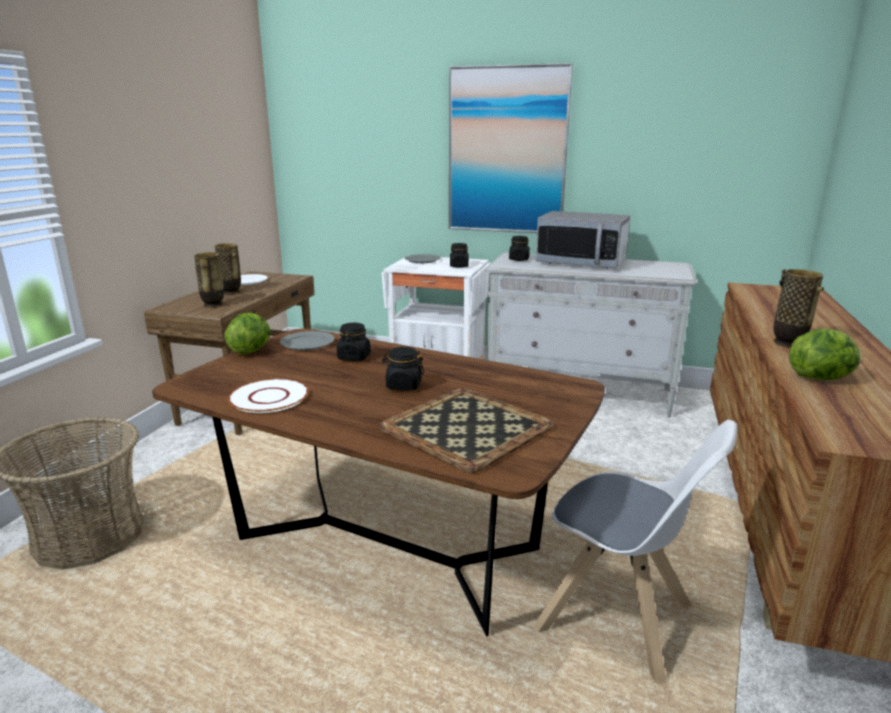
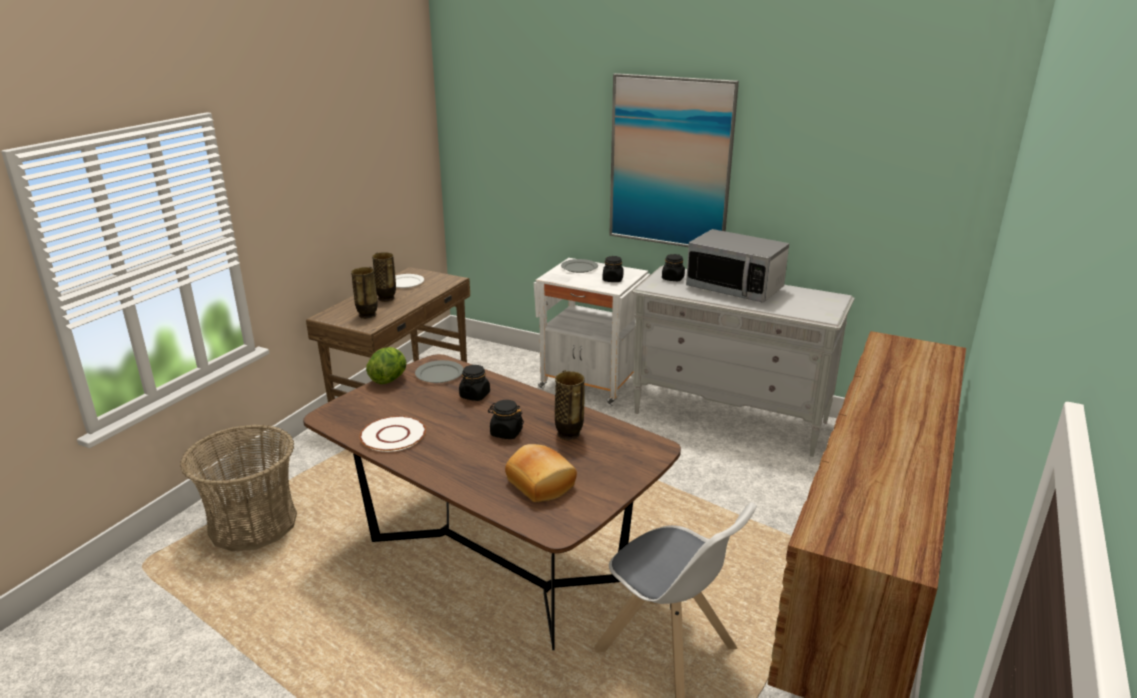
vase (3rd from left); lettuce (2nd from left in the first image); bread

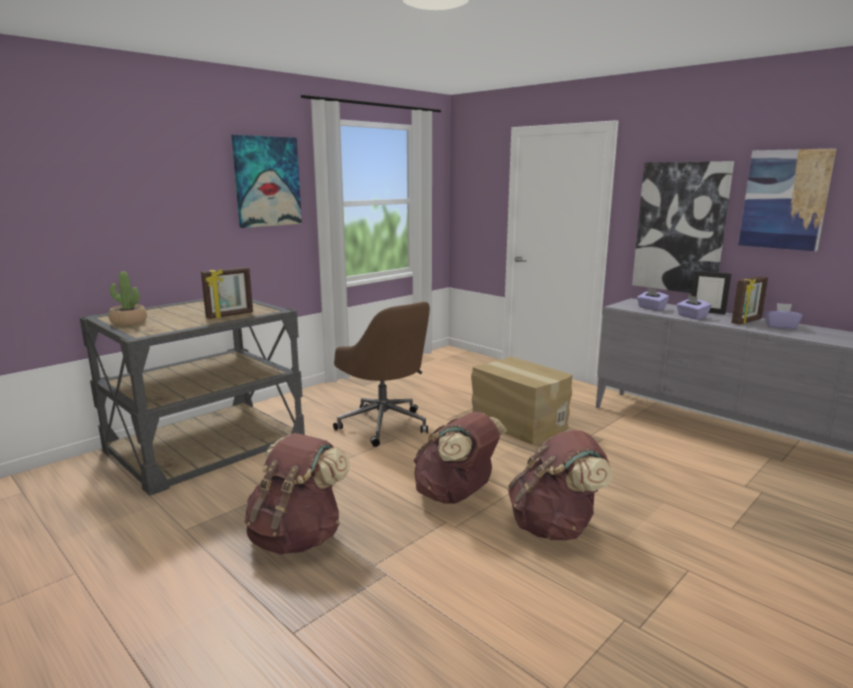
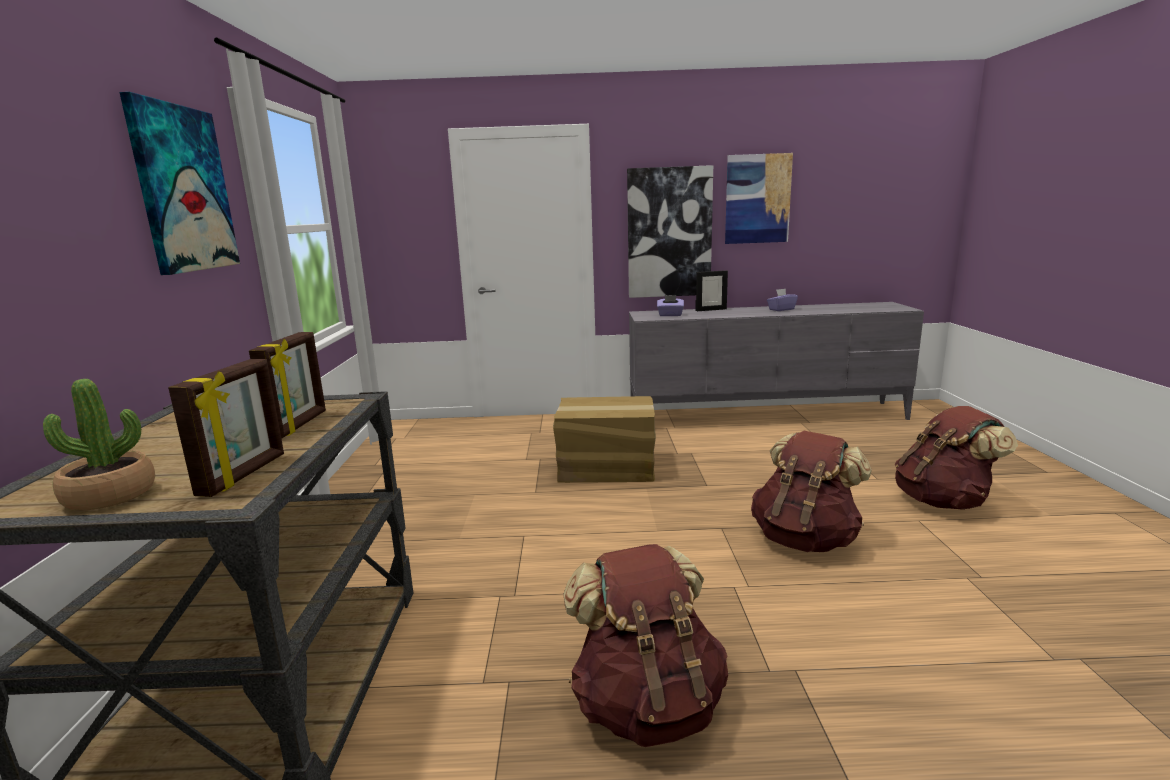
picture frame (1st from left); tissue box (purple) (2nd from left in the first image); office chair (brown); backpack (brown) (3rd from left)

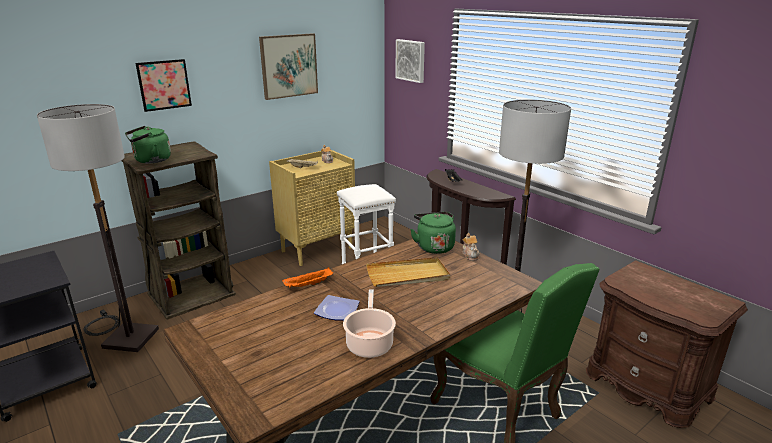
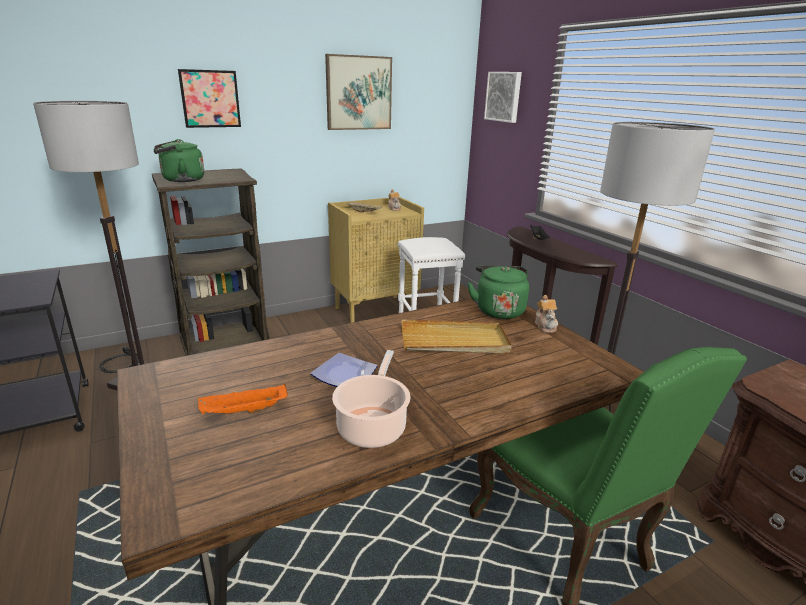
tray (orange)

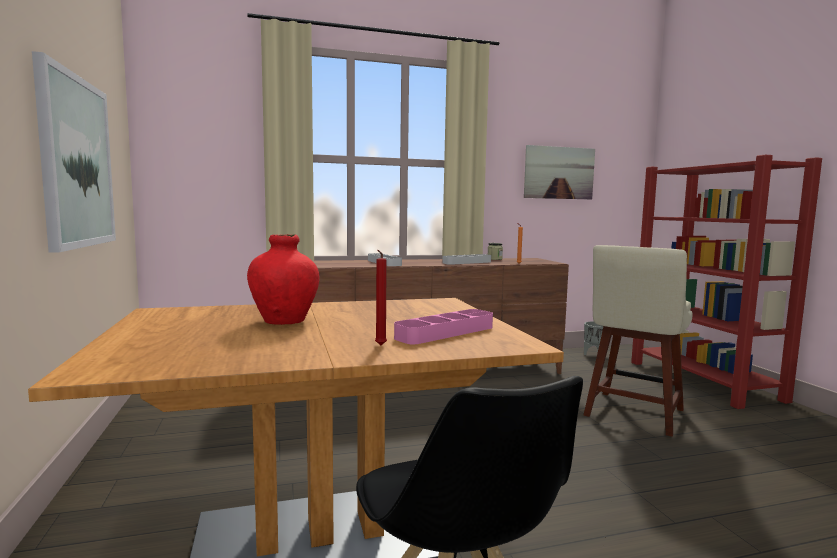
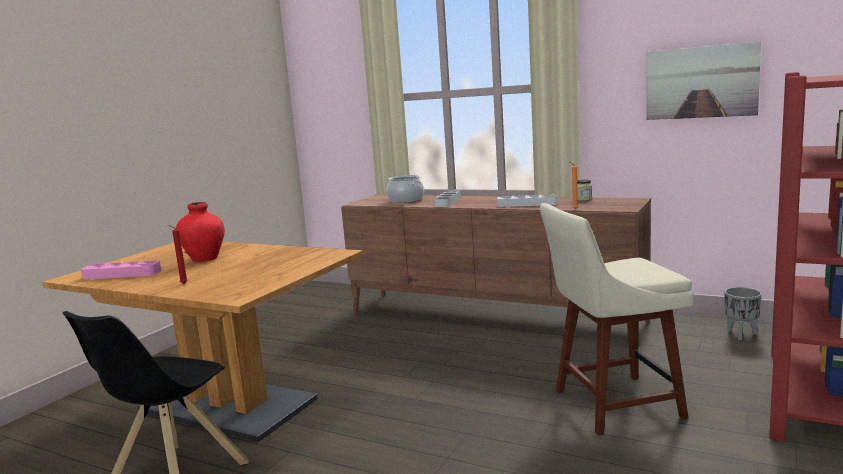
picture (1st from left in the first image); tray (pink); cooking pot

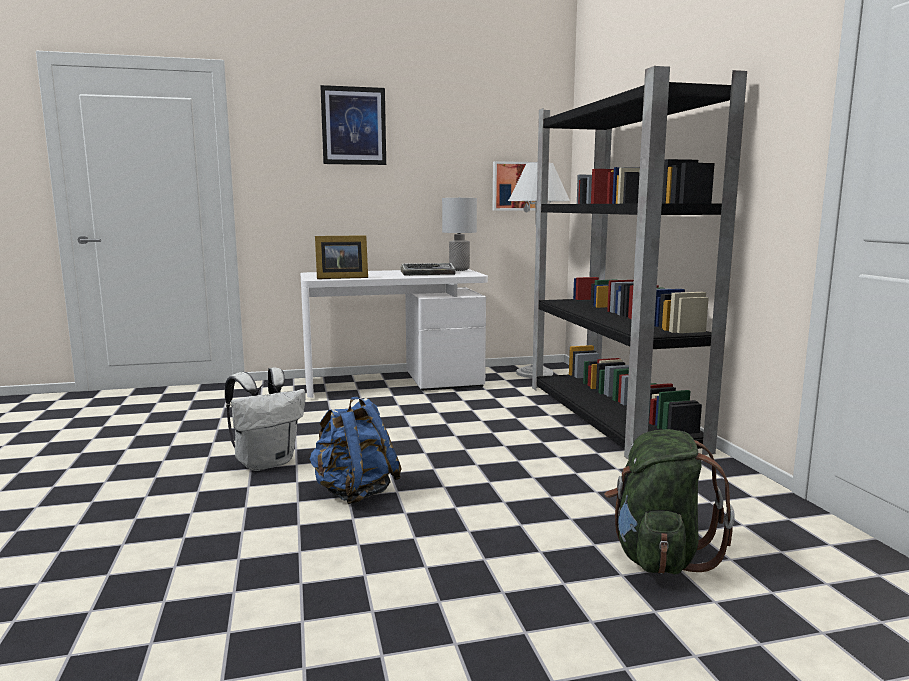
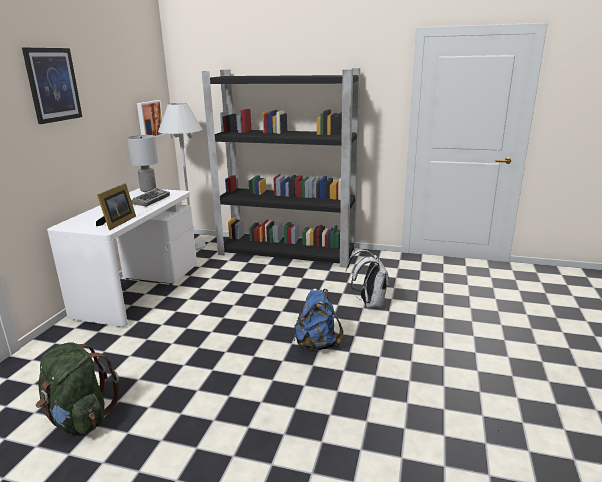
backpack (white); backpack (green)

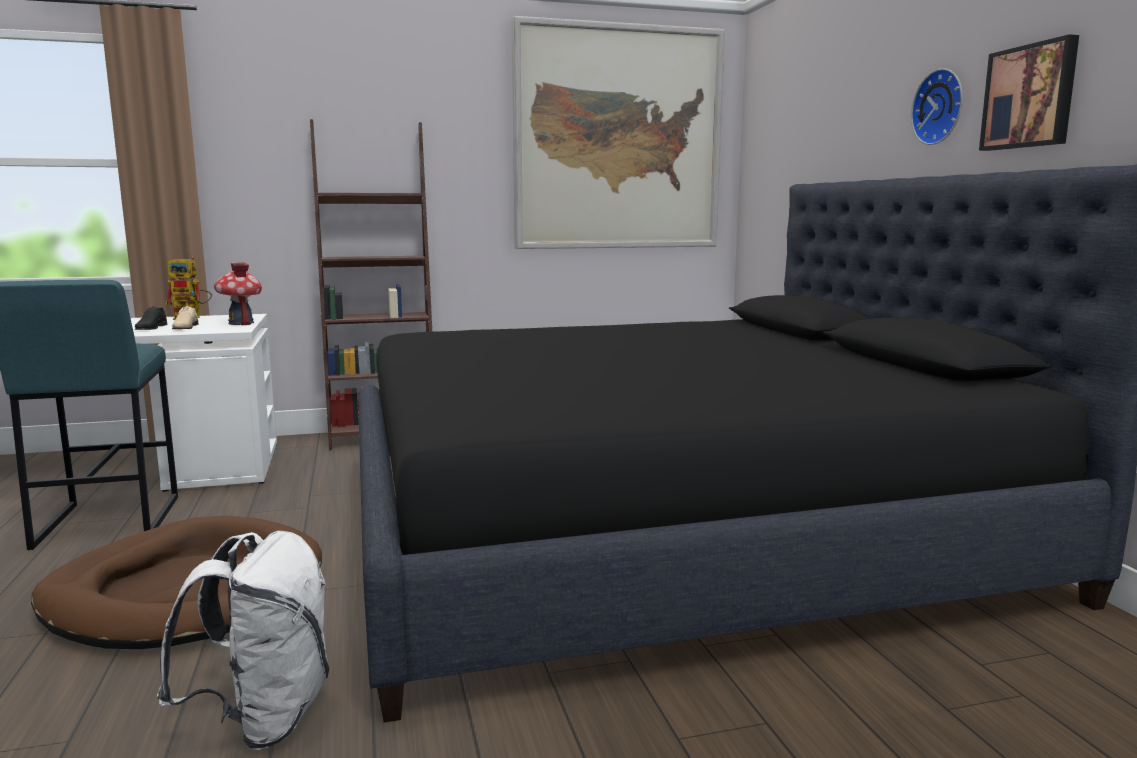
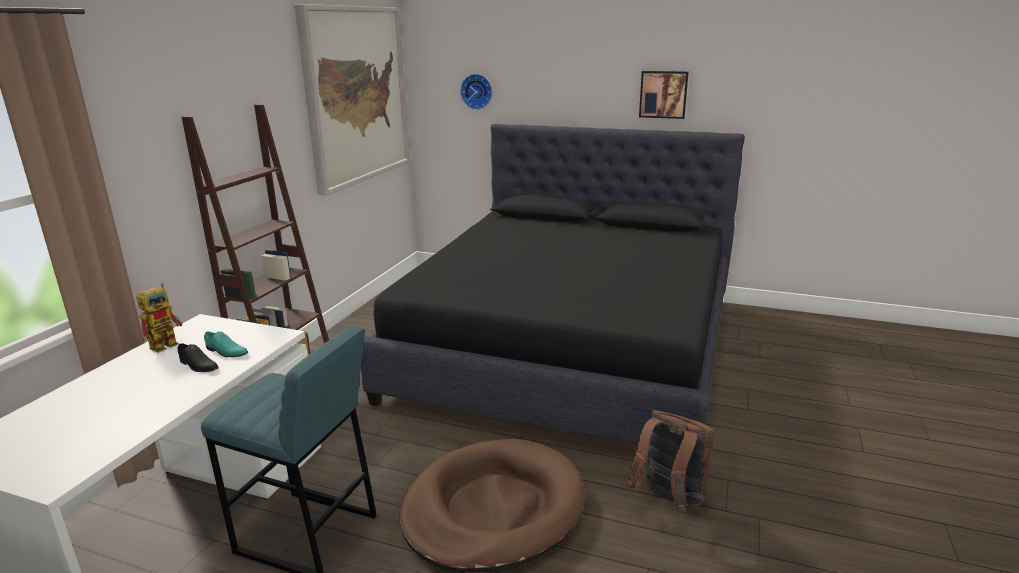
wall clock; toy house; shoe (turquoise); backpack (brown)

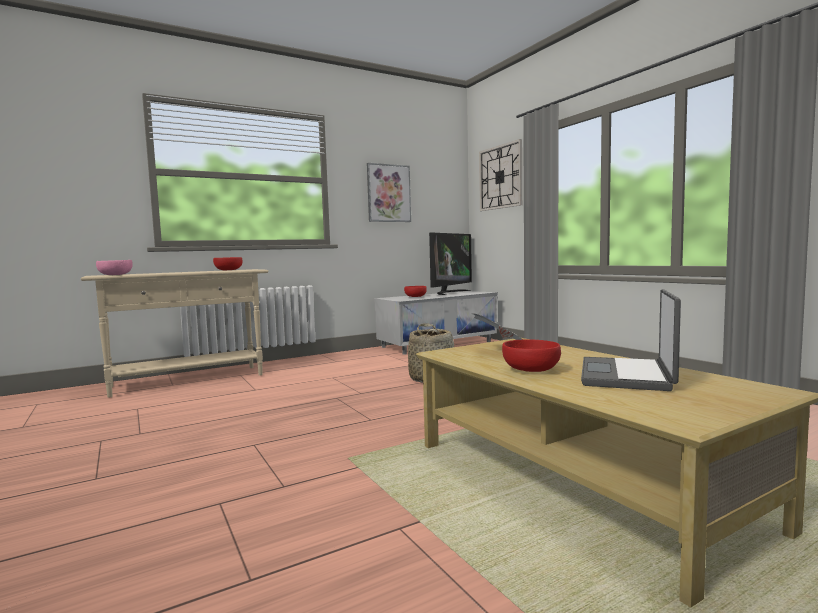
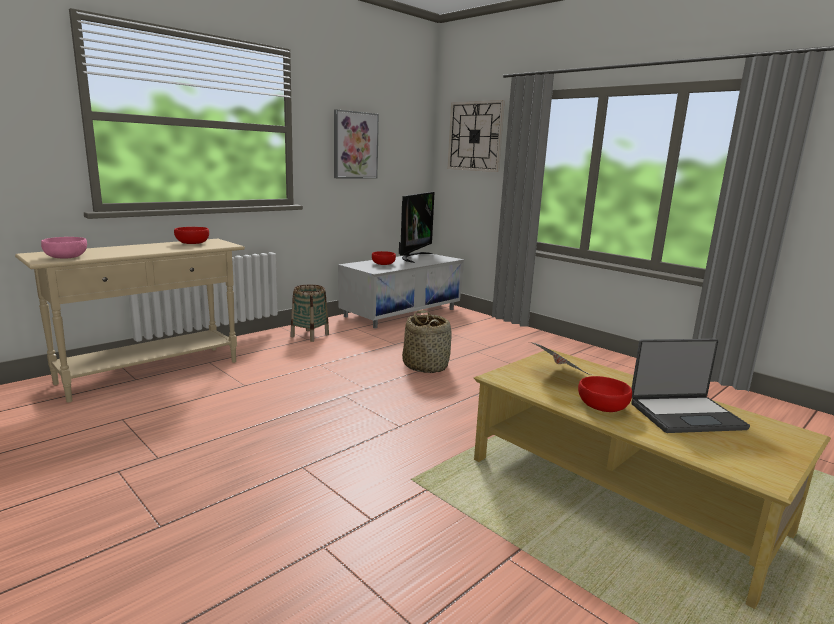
laptop; basket (1st from left)

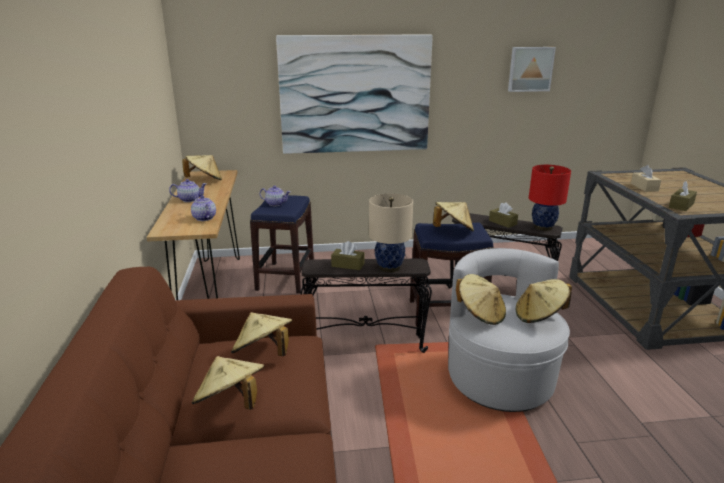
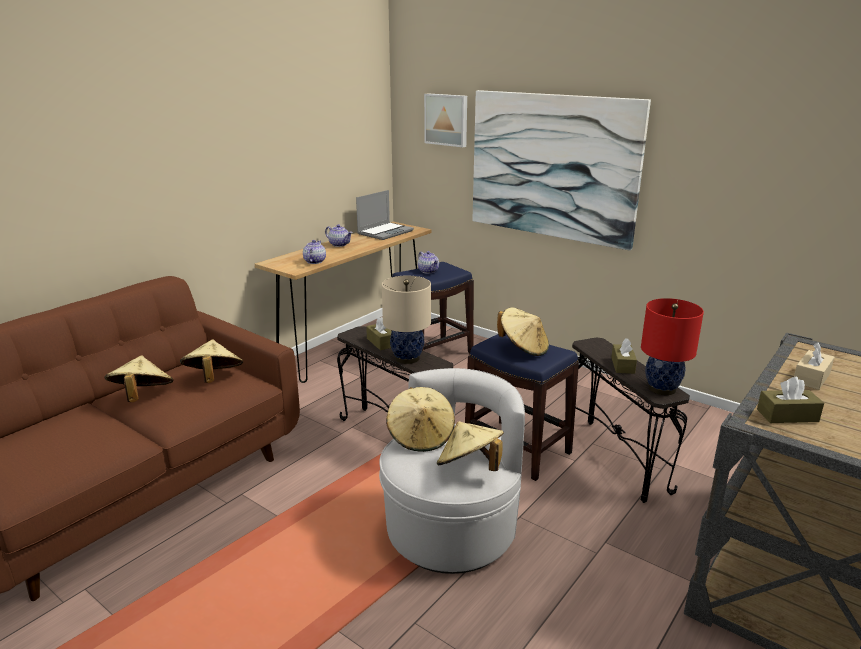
picture (1st from left); laptop

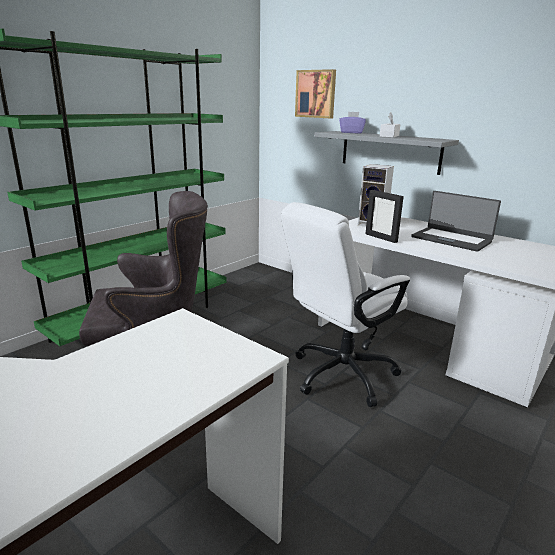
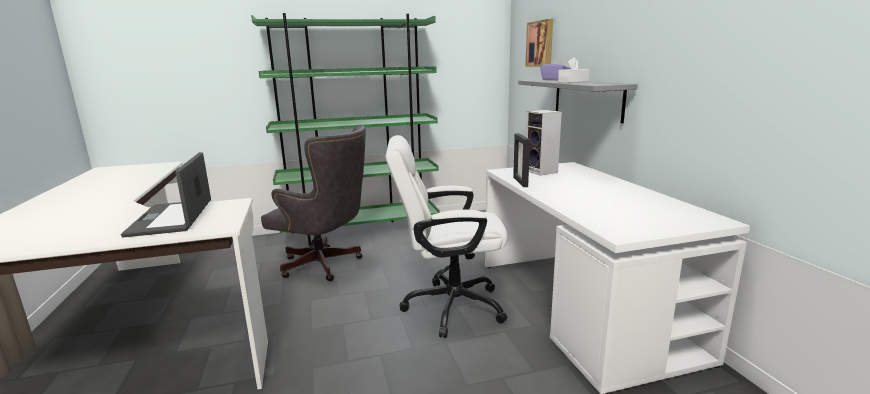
laptop

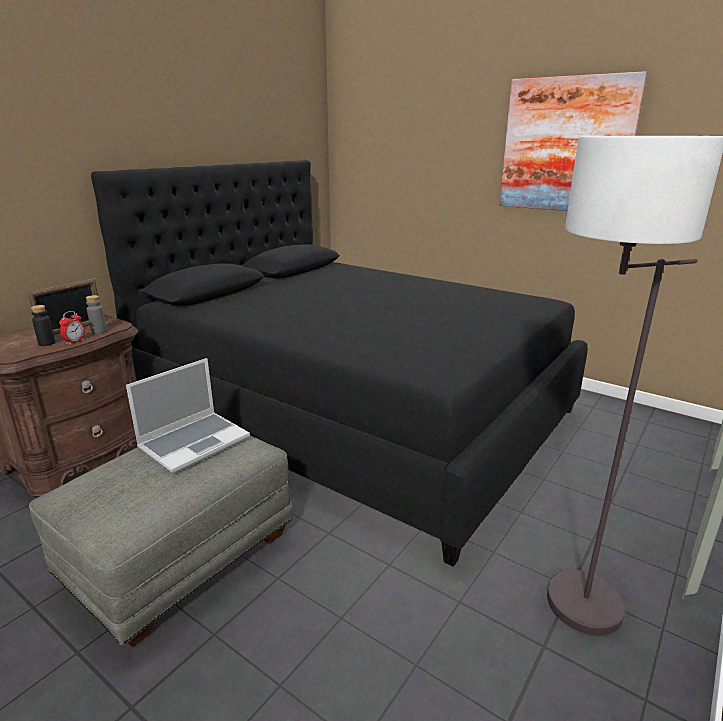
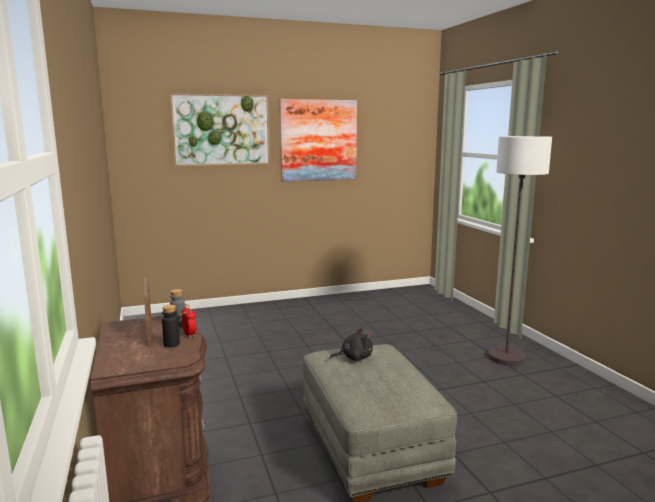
bed (black); plush toy (black); picture (1st from left)

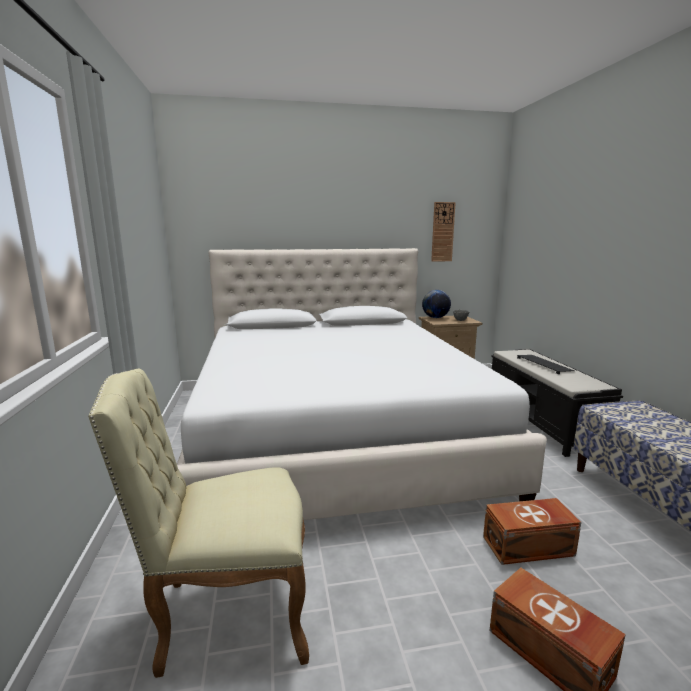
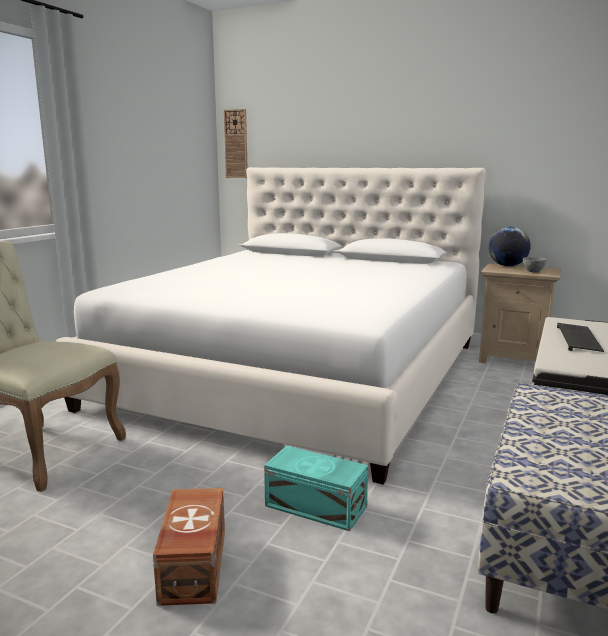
wall clock; storage box (turquoise)

